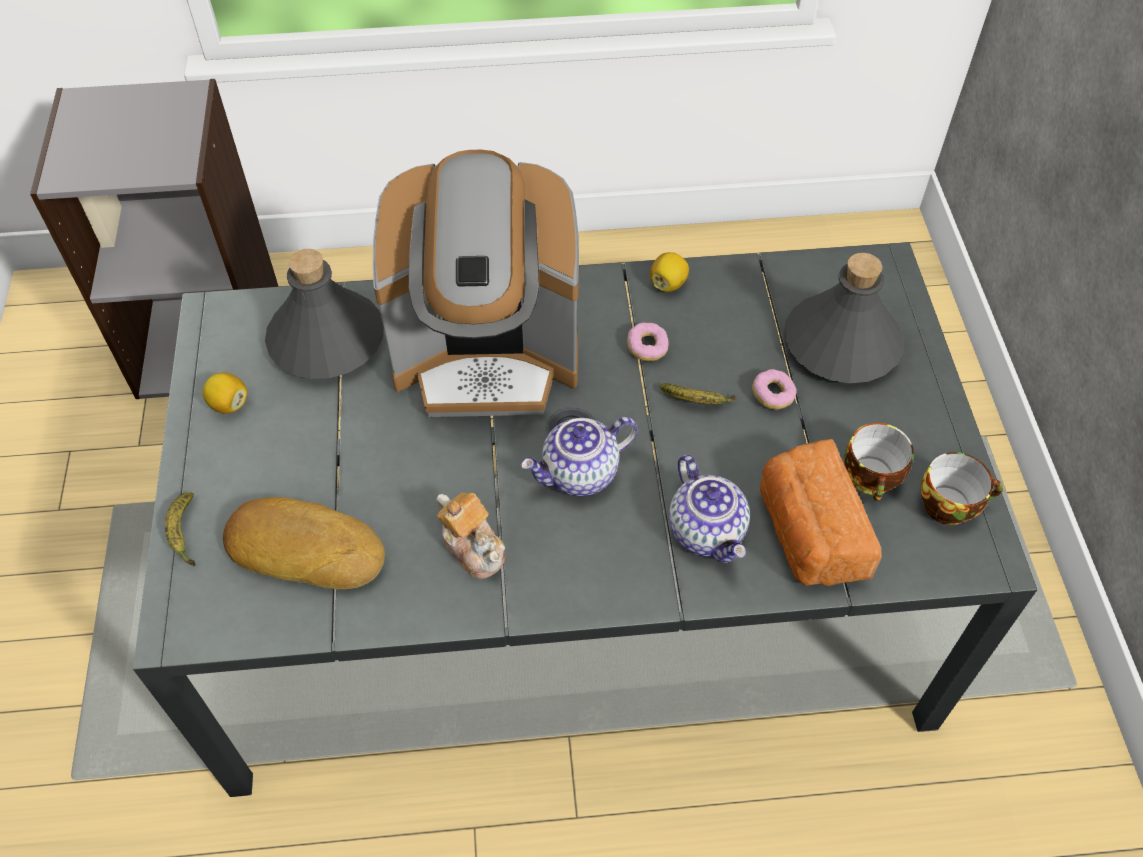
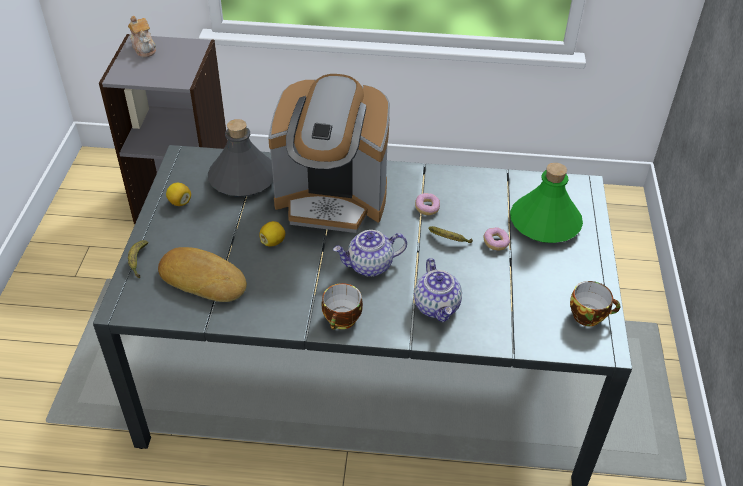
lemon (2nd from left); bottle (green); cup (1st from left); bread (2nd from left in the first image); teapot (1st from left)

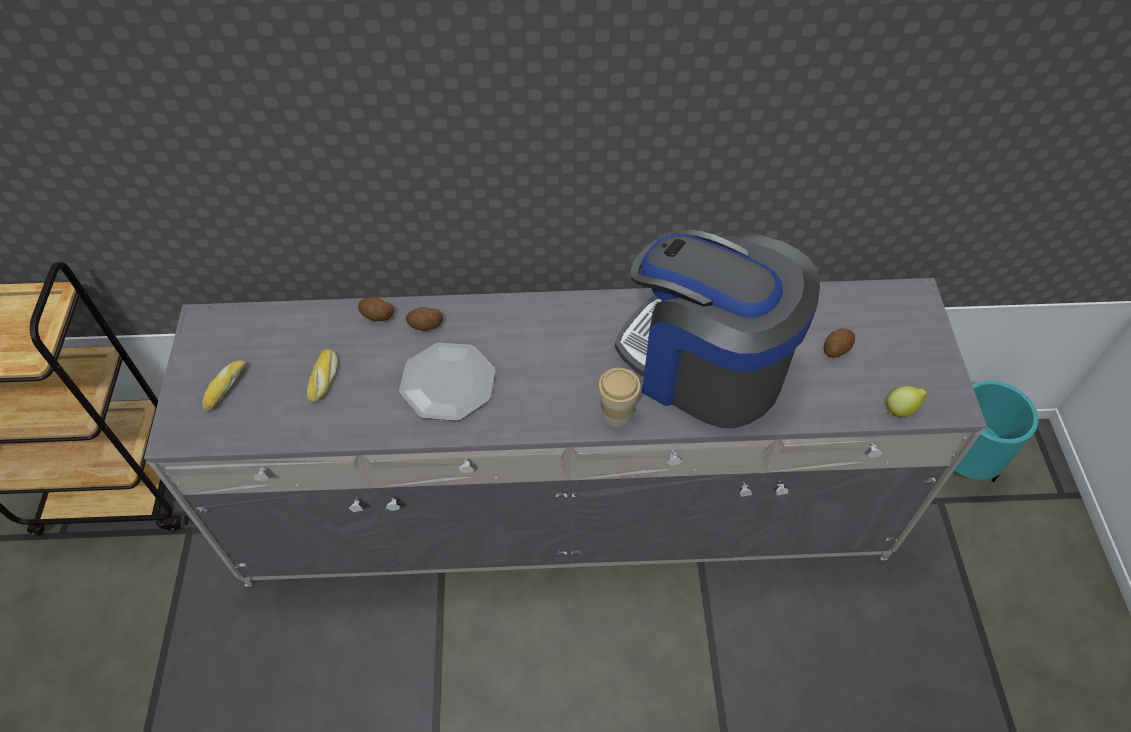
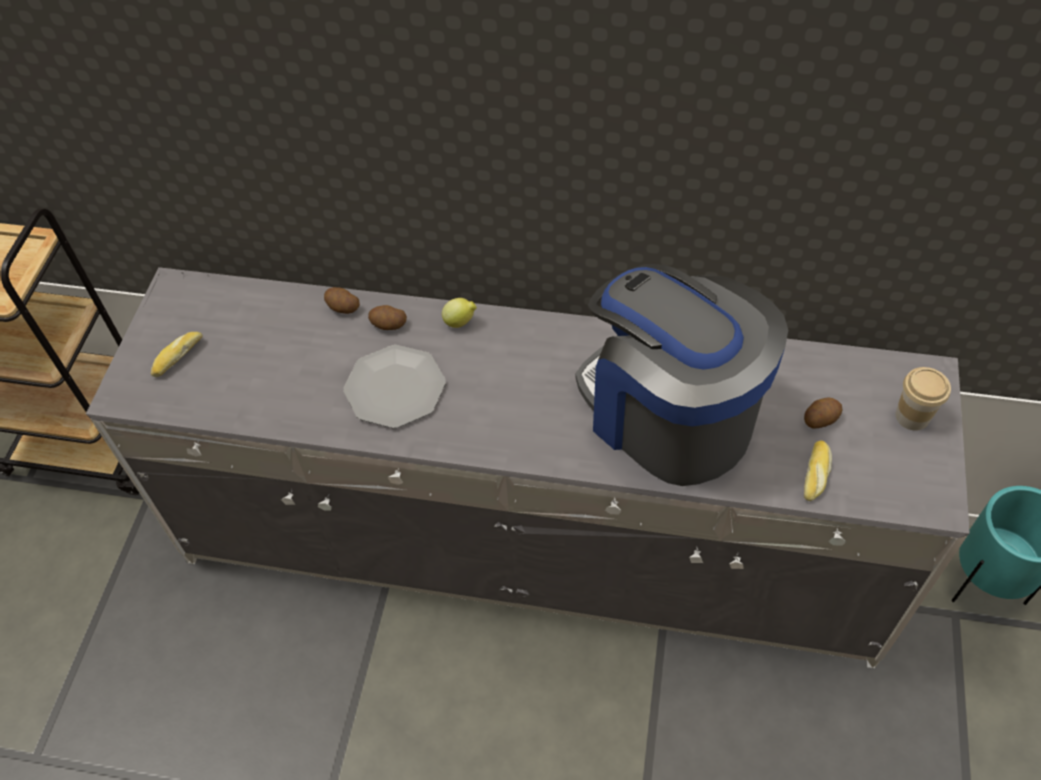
bread (2nd from left); cup; lemon

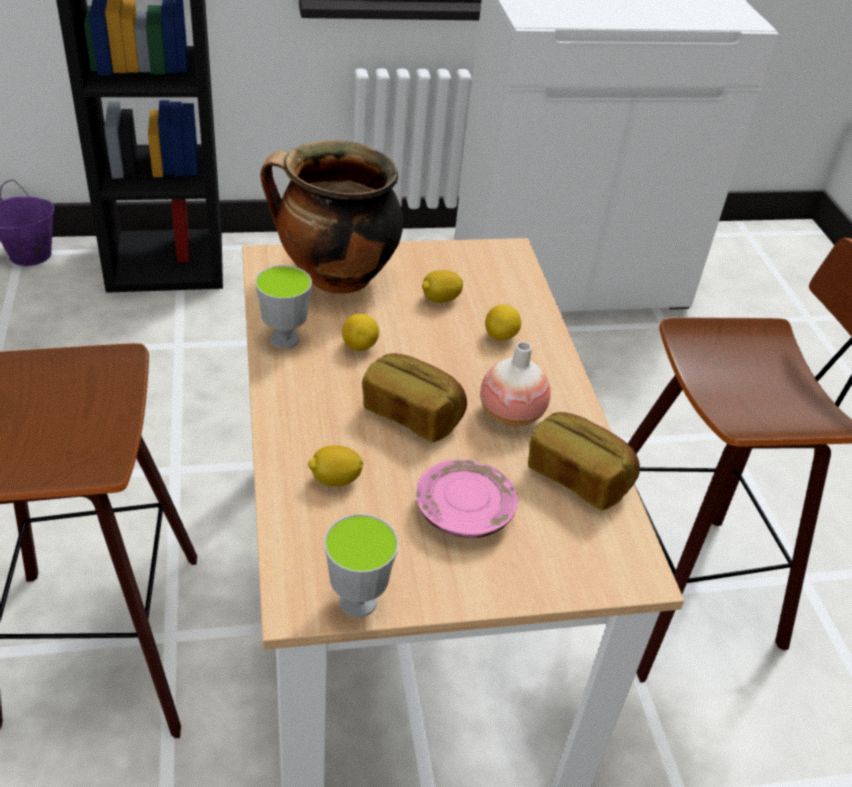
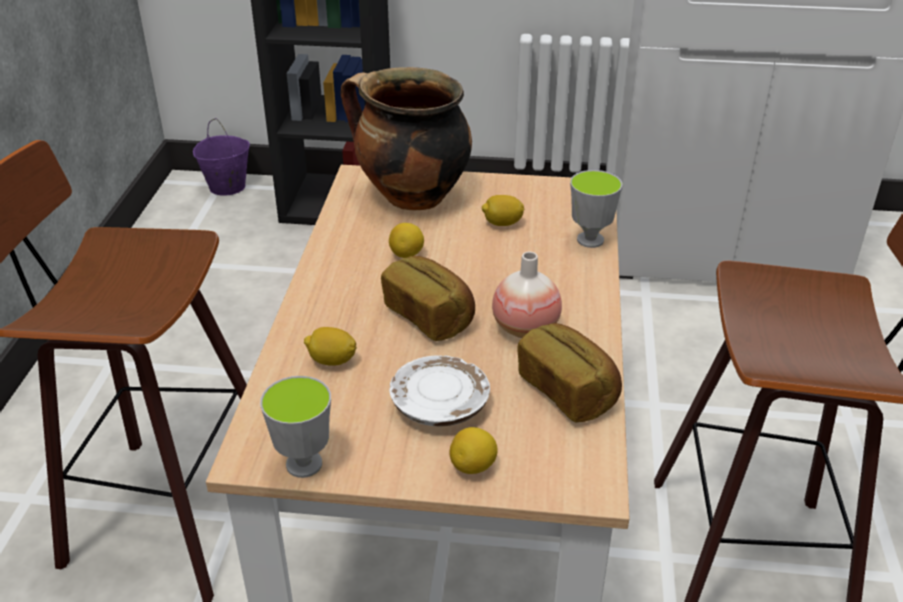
cup (2nd from left); lemon (3rd from left); plate (white)

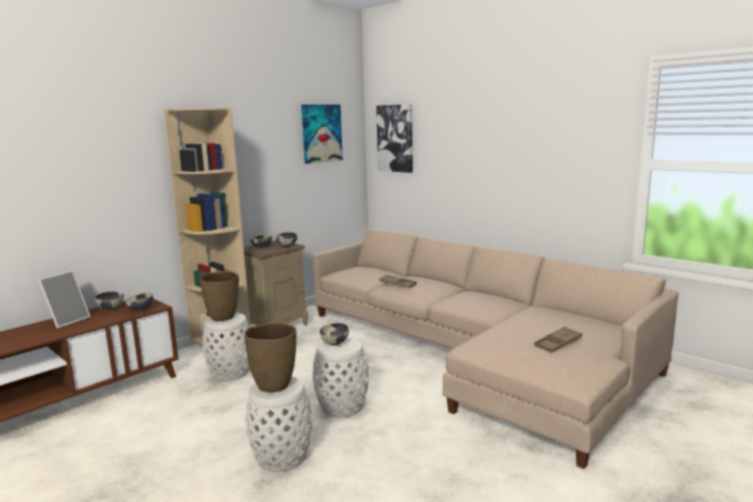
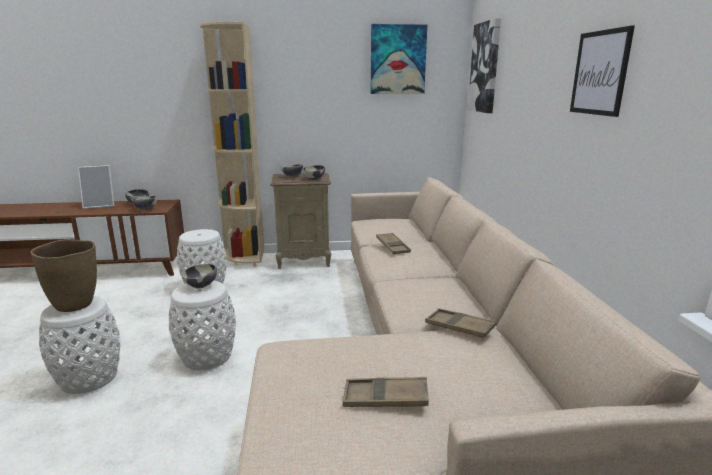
vase (brown) (1st from left in the first image); picture (3rd from left); tray (brown) (3rd from left)

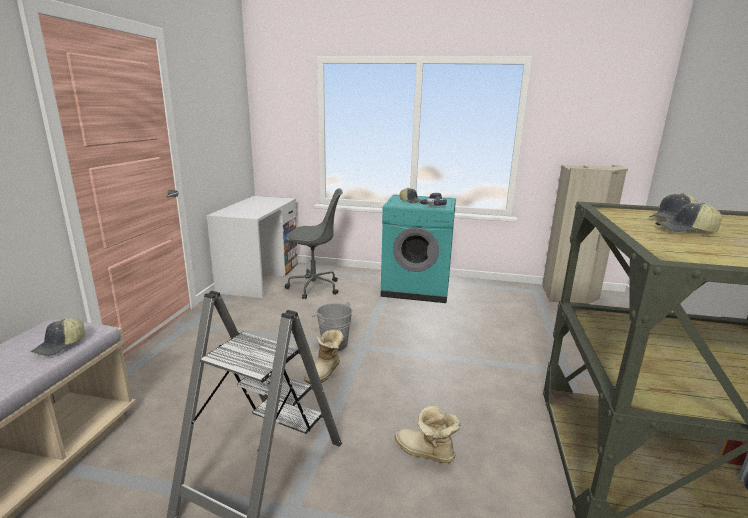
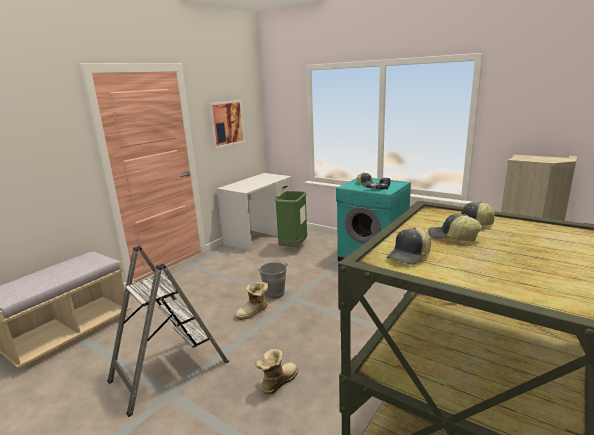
trash can (green); cap (2nd from left); boot (2nd from left); picture

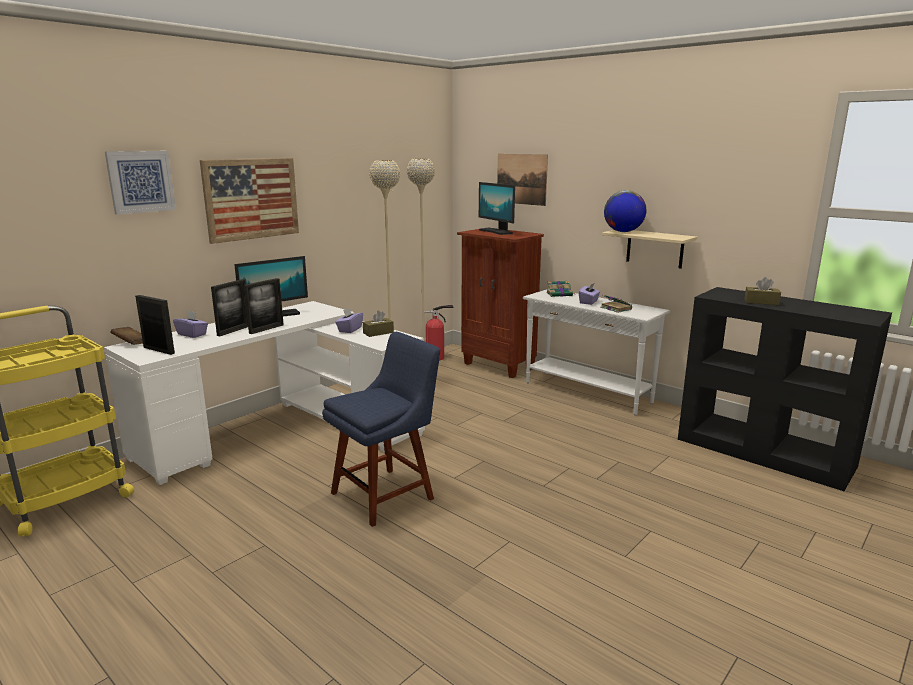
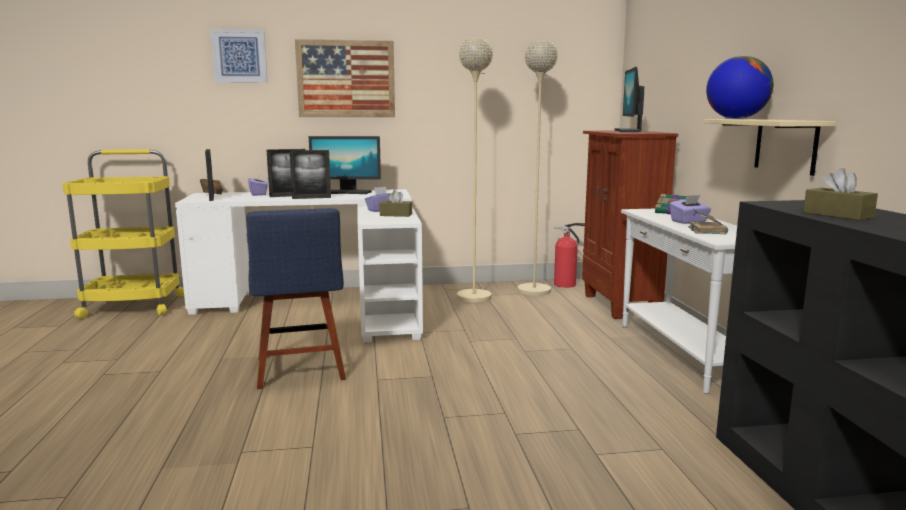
picture (3rd from left in the first image); chair (blue)

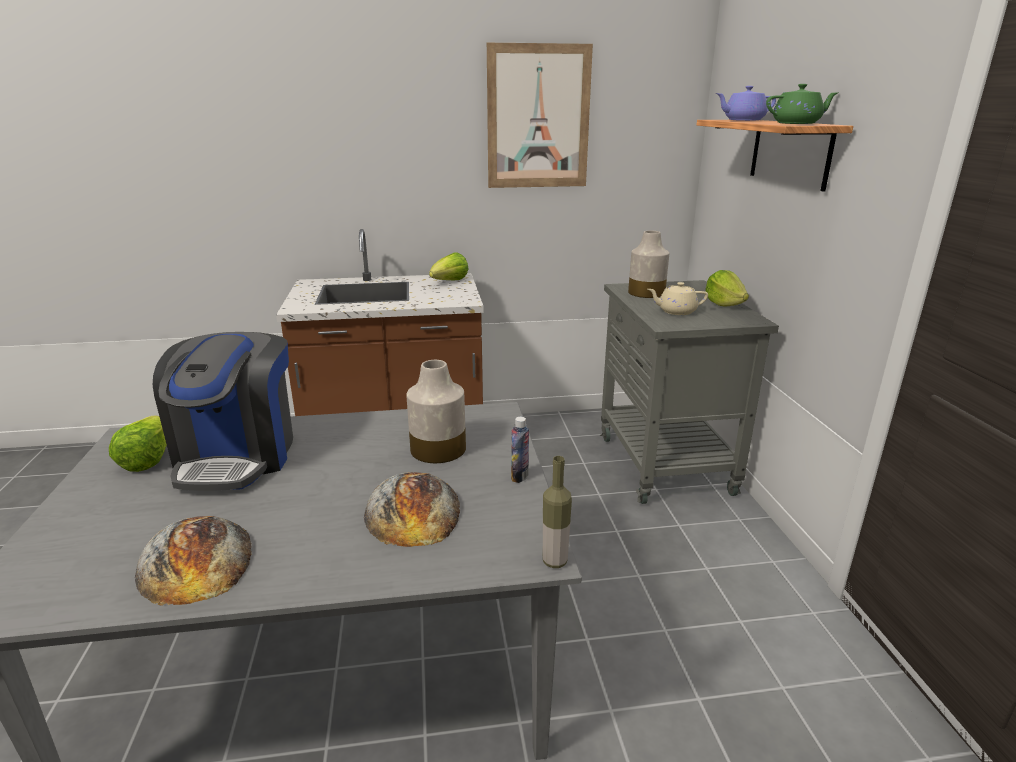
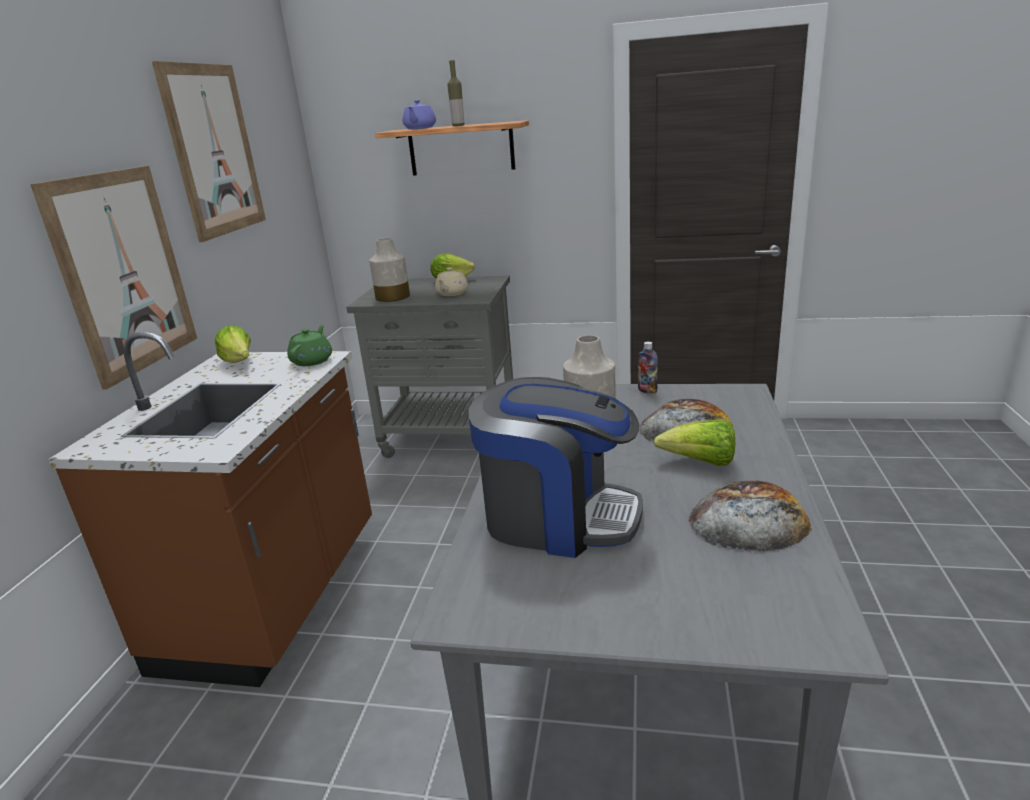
teapot (green); lettuce (3rd from left); bottle (1st from left); picture (1st from left)

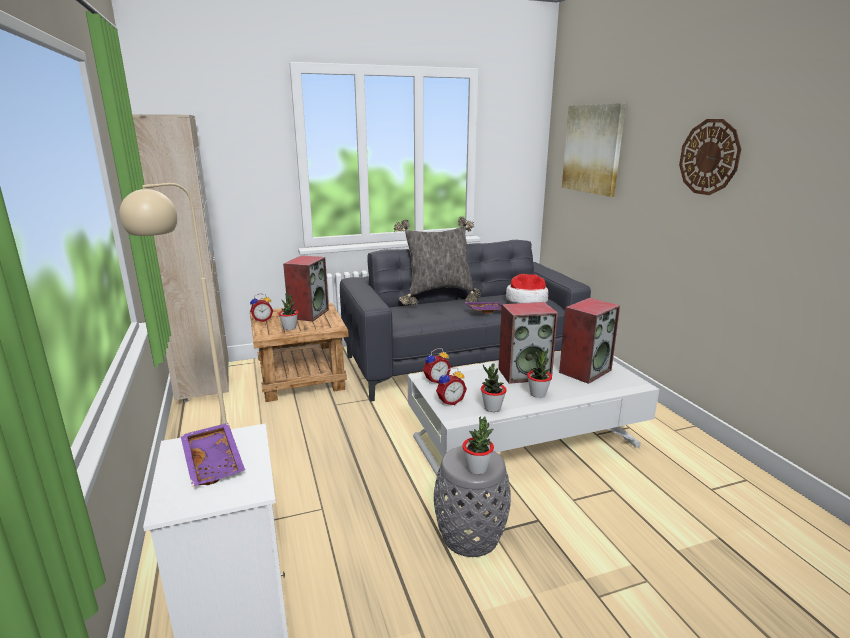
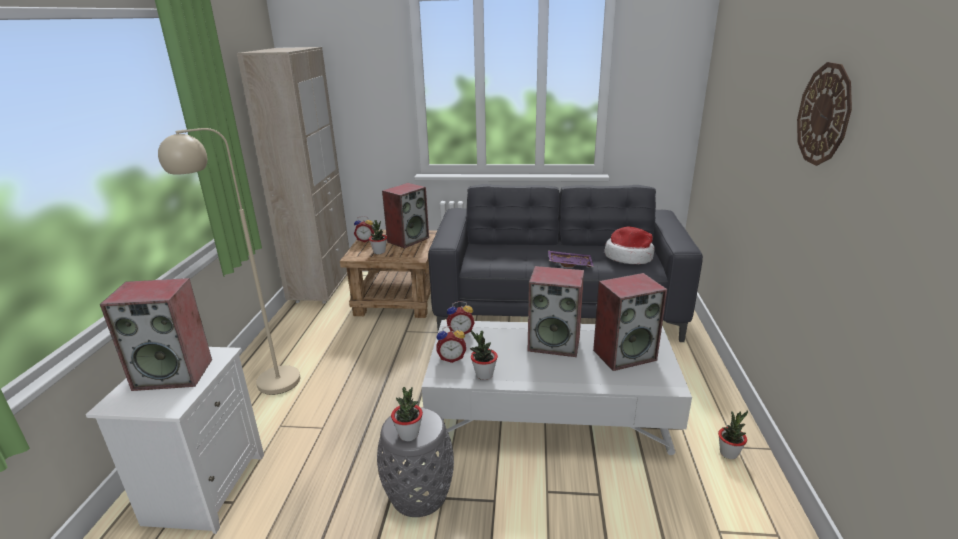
picture; pillow; potted plant (4th from left); speaker (1st from left)

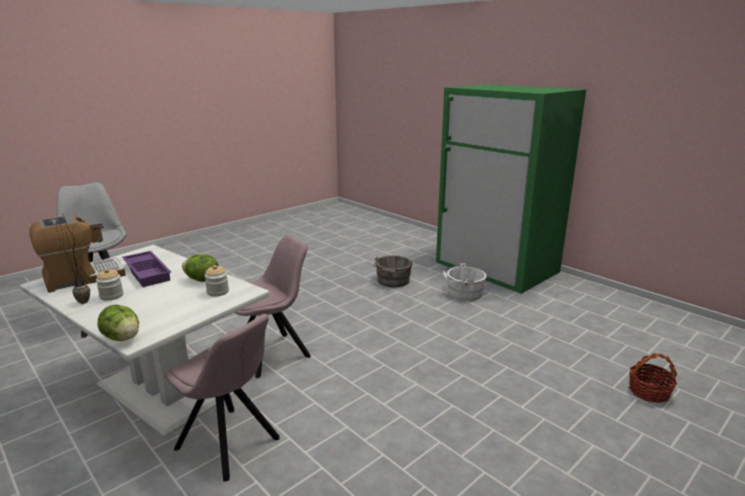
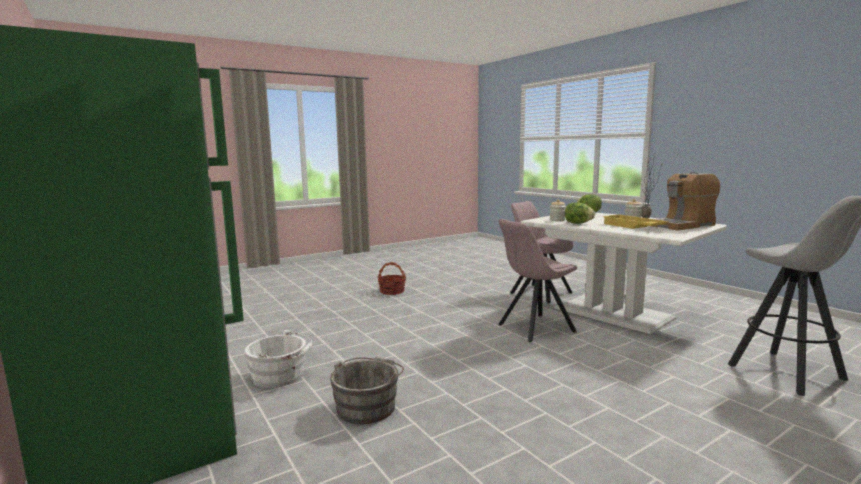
tray (yellow); basket

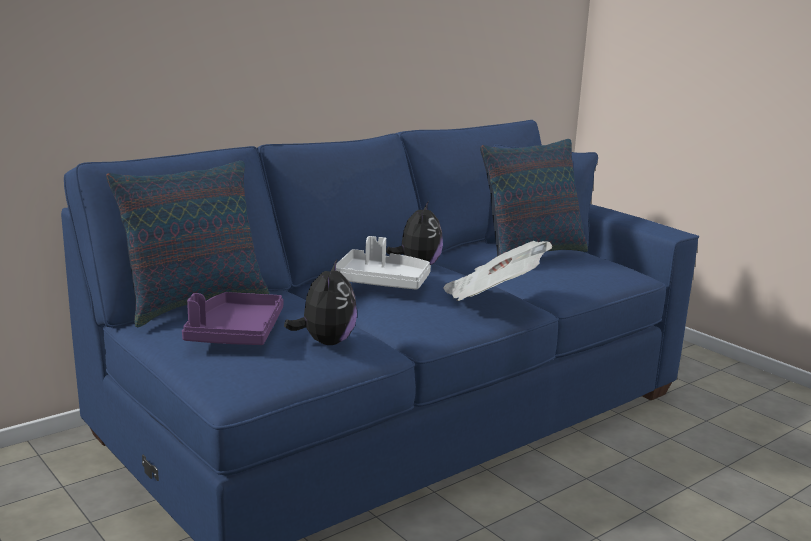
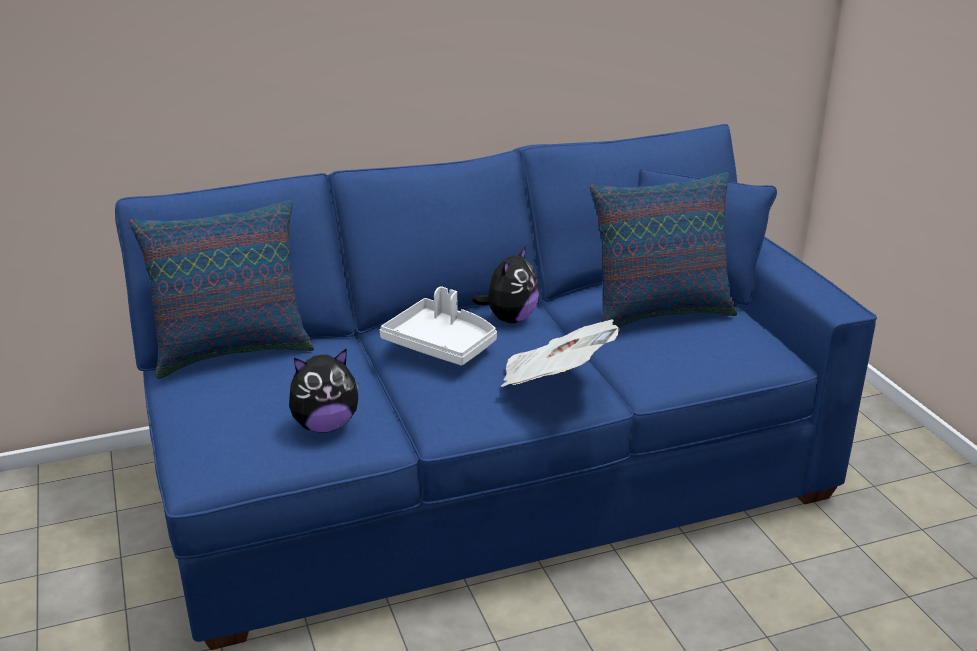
plush toy (1st from left); tray (purple)

